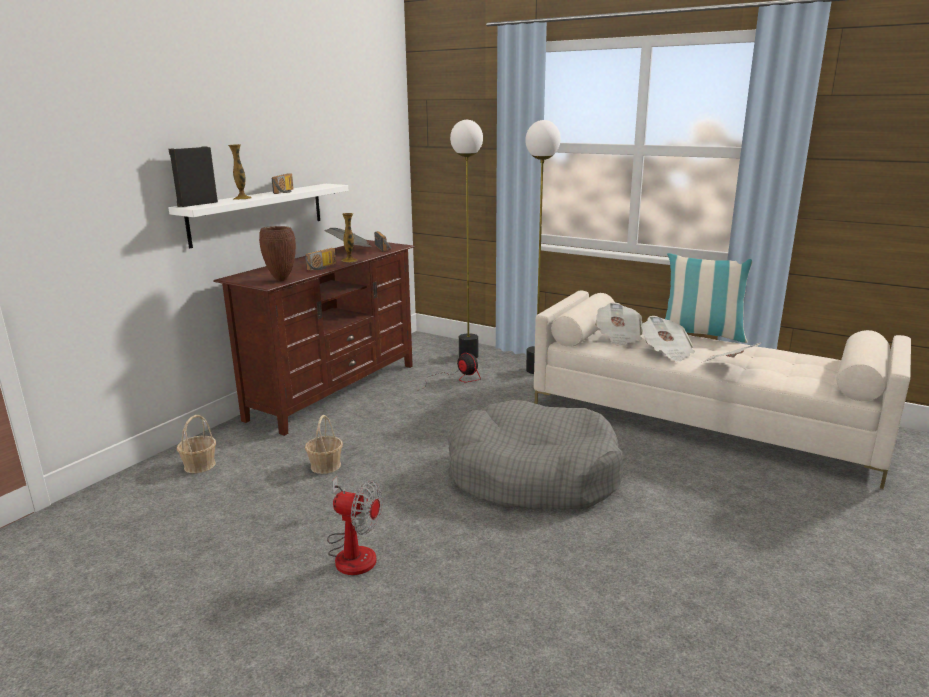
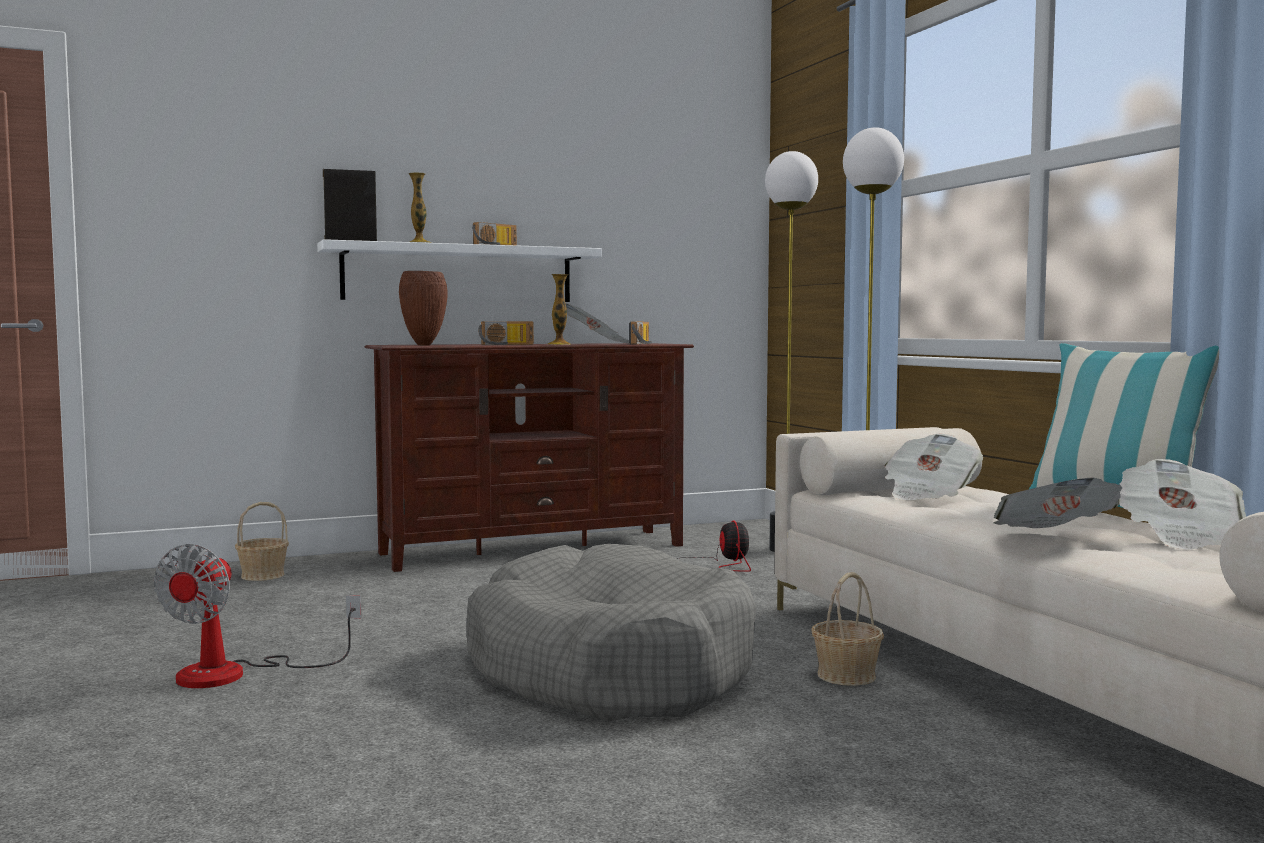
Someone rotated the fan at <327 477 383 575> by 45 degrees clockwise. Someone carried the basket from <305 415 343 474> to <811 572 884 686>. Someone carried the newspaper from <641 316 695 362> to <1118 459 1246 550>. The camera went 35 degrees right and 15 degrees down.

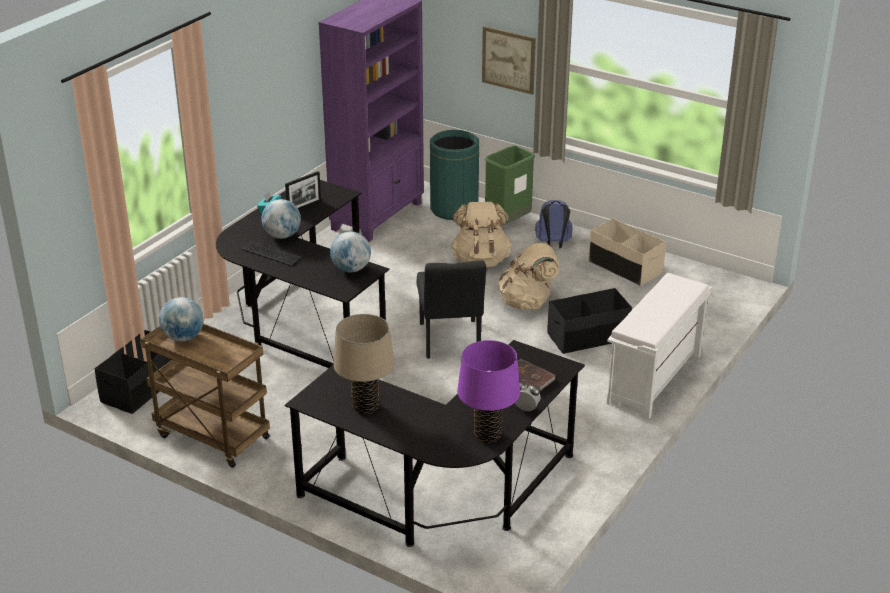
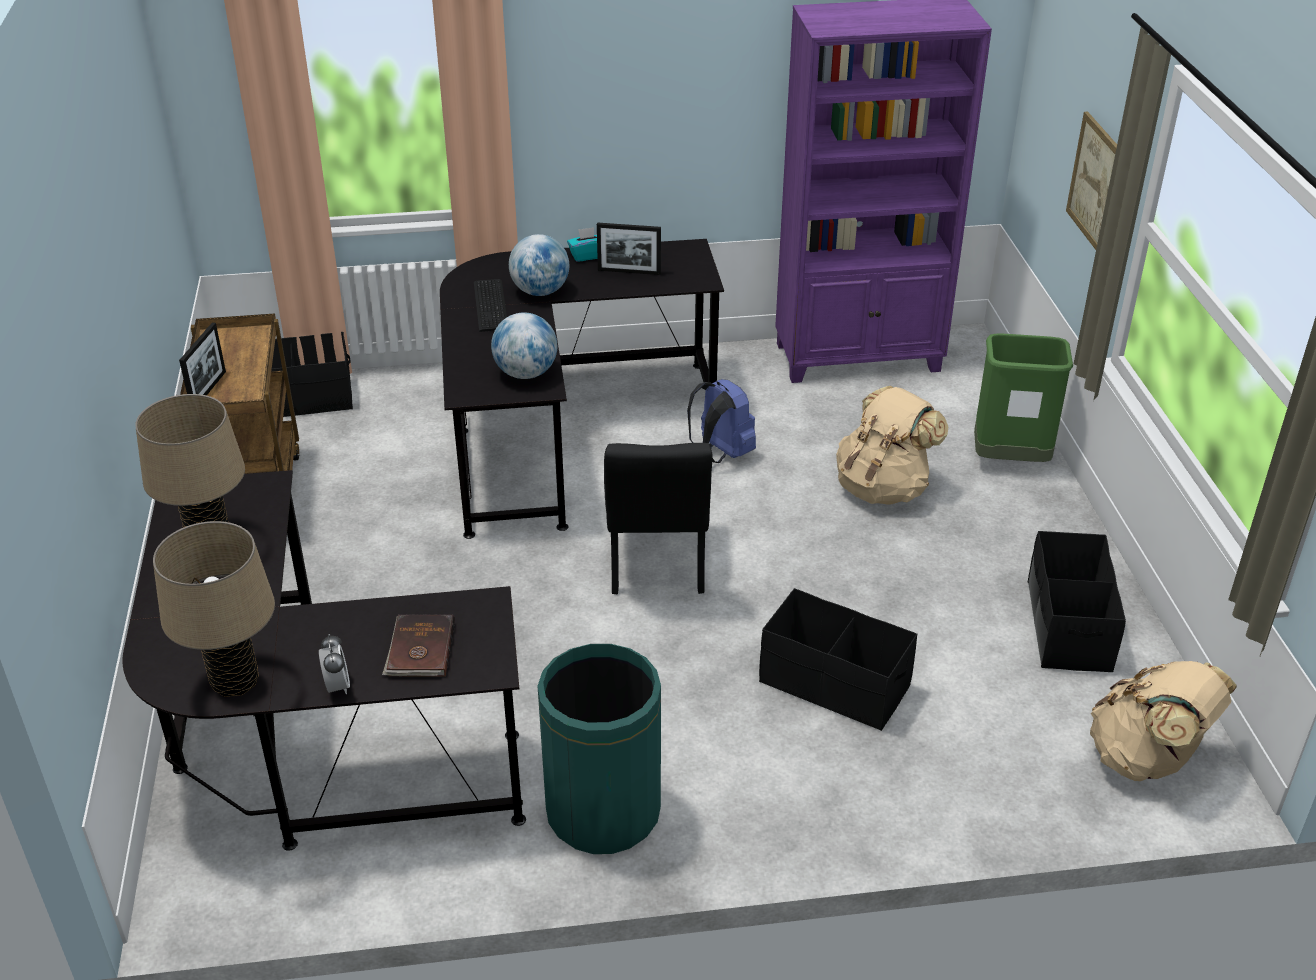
Someone repainted the purple table lamp at <457 340 520 443>, which became the beige table lamp at <153 521 275 697>. Someone put down the picture frame at <179 323 226 396>. Someone carried the green trash can from <430 130 479 220> to <538 644 661 854>. Someone rotated the black chair at <416 260 486 358> by 45 degrees counterclockwise. Someone carried the blue backpack from <535 200 573 248> to <687 379 756 463>. Someone repainted the beige storage box at <589 218 666 286>, which became the black storage box at <1028 531 1126 672>. Someone carried the beige backpack from <499 243 559 310> to <1090 661 1237 781>. Someone took away the globe at <159 297 204 342>. Someone took away the white bench at <607 273 712 419>. The camera went 50 degrees right and 5 degrees up.

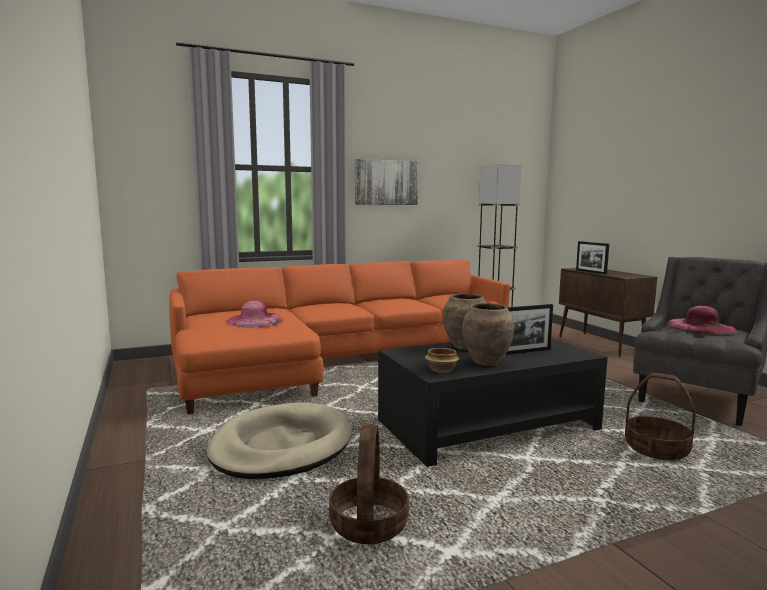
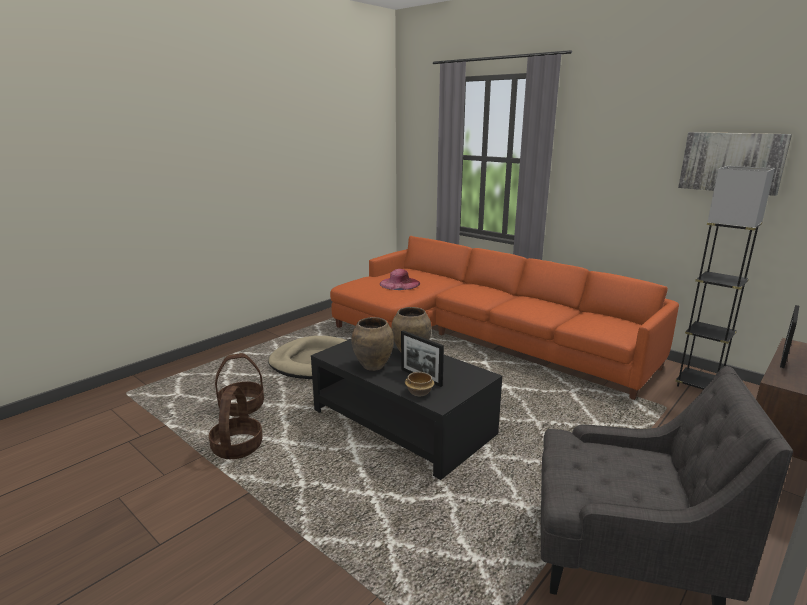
Someone carried the basket from <625 373 696 460> to <209 386 263 459>. Someone carried the bowl from <425 348 459 373> to <405 372 434 396>. Someone carried the picture from <355 159 419 205> to <678 132 792 196>. Someone took away the pink hat at <667 306 737 335>. The camera went 65 degrees right and 10 degrees up.

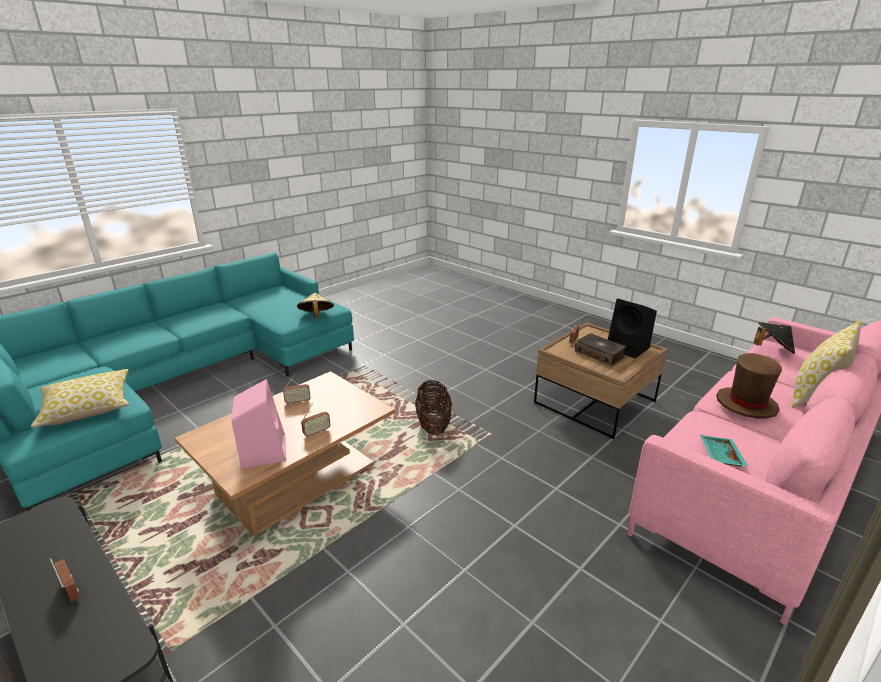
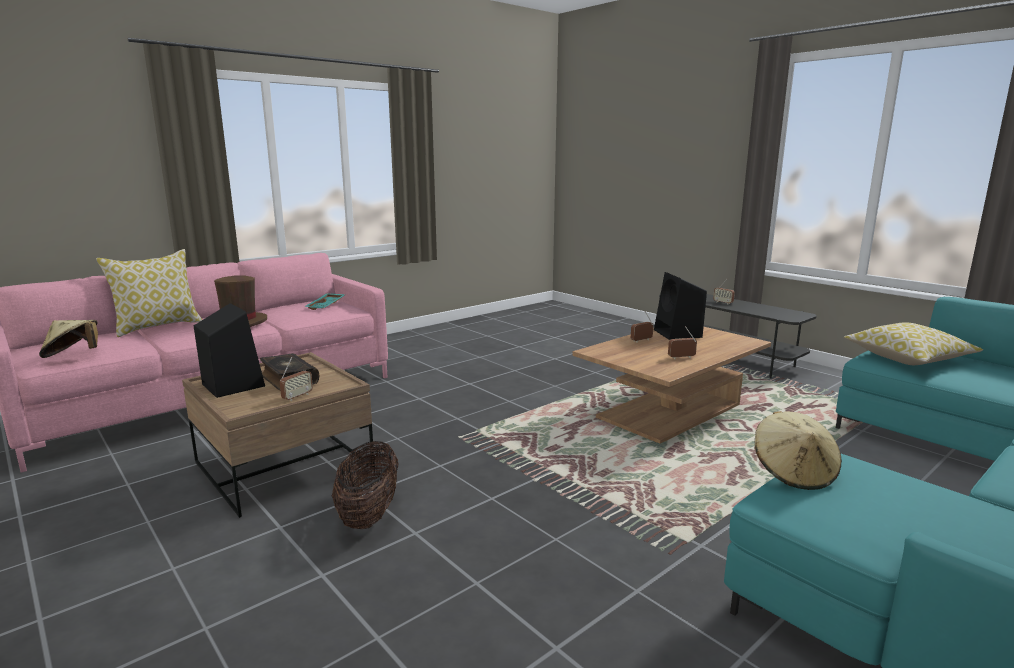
Someone repainted the black hat at <754 322 795 354>, which became the beige hat at <39 320 98 358>. Someone carried the basket from <415 380 452 435> to <332 441 399 529>. Someone repainted the pink speaker at <231 379 286 469>, which became the black speaker at <654 272 707 340>. The camera went 175 degrees left and 10 degrees down.

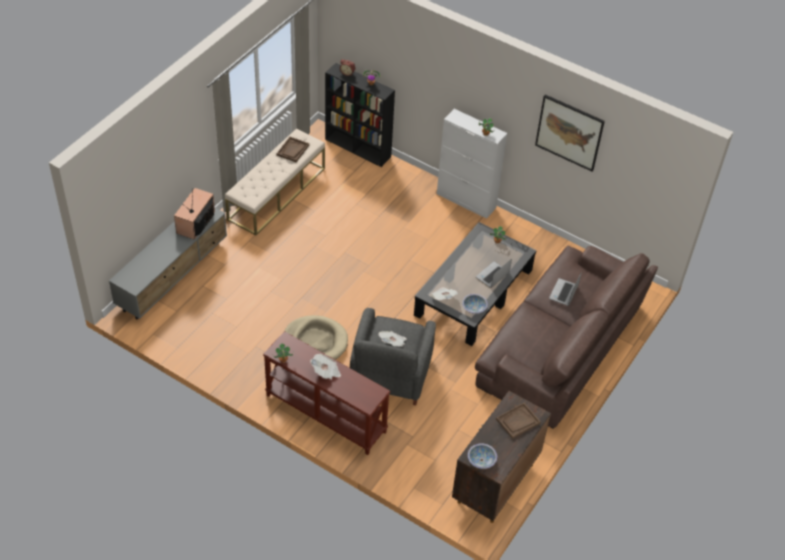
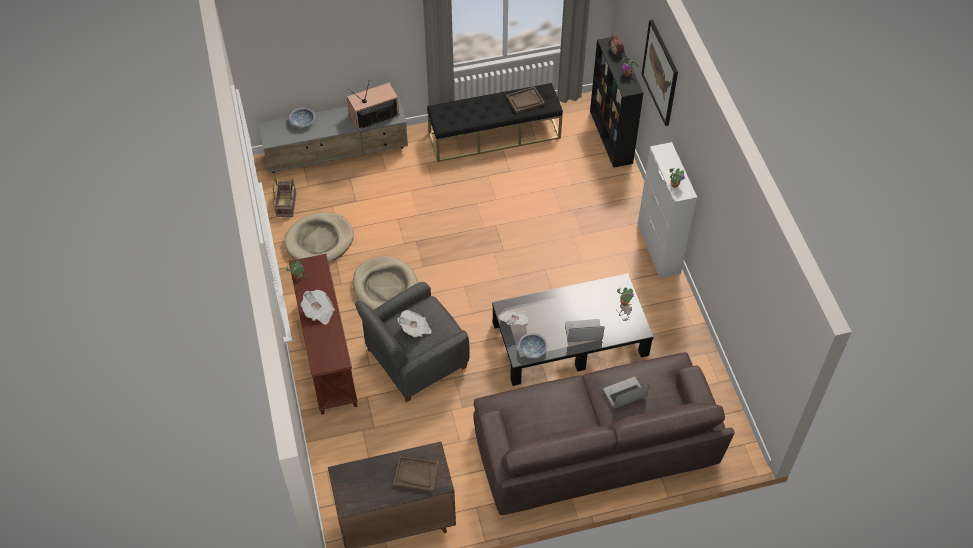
Someone put down the basket at <273 179 296 217>. Someone put down the beige dog bed at <284 212 354 263>. Someone carried the bowl from <468 443 497 469> to <289 108 315 127>. Someone repainted the beige bench at <225 129 325 235>, which became the black bench at <427 83 563 162>. Someone carried the picture from <535 95 605 171> to <642 20 678 126>. The camera went 45 degrees right and 5 degrees up.

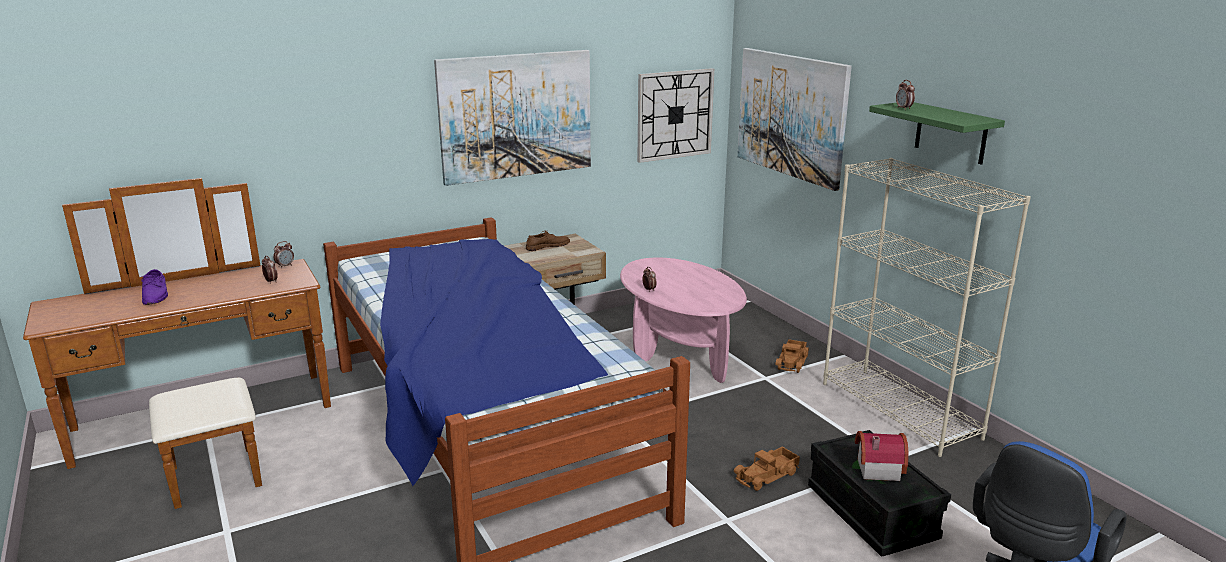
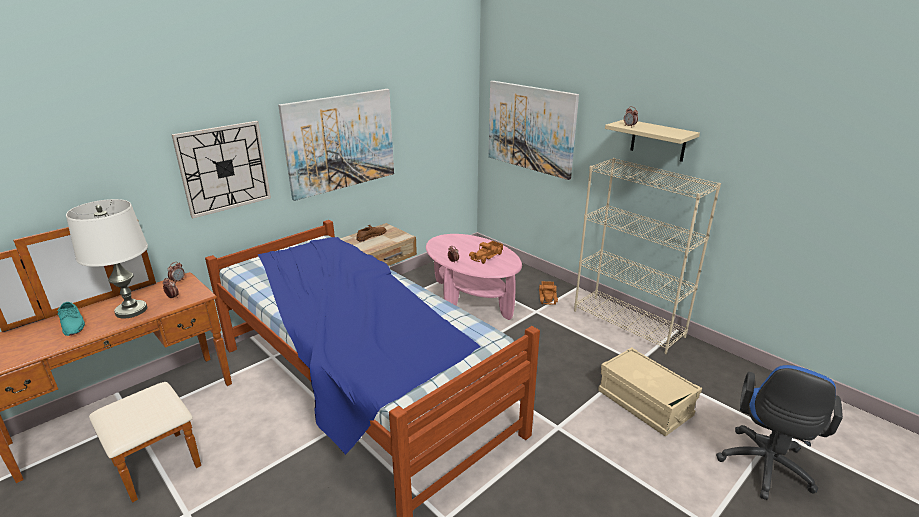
Someone repainted the purple shoe at <141 269 168 305>, which became the turquoise shoe at <57 302 85 336>. Someone put down the white table lamp at <66 199 148 319>. Someone carried the wall clock from <637 68 714 163> to <172 121 271 218>. Someone carried the toy truck from <734 446 800 491> to <469 241 503 264>. Someone repainted the black storage box at <808 430 951 557>, which became the beige storage box at <598 347 702 436>. Someone repainted the green shelf at <869 102 1005 164>, which became the beige shelf at <605 120 700 162>. Someone took away the toy house at <855 431 909 481>. The camera went 15 degrees left and 5 degrees up.

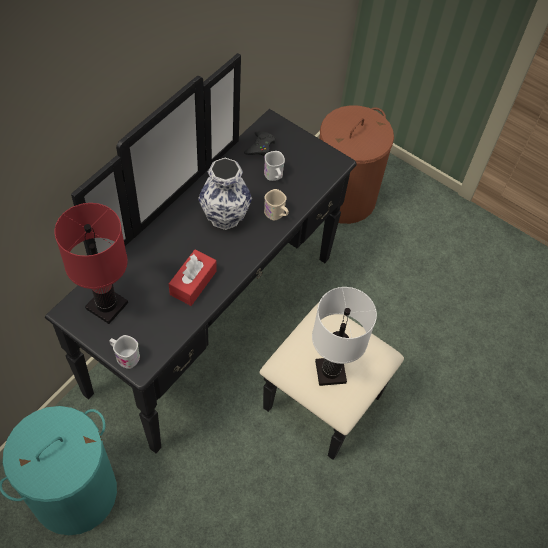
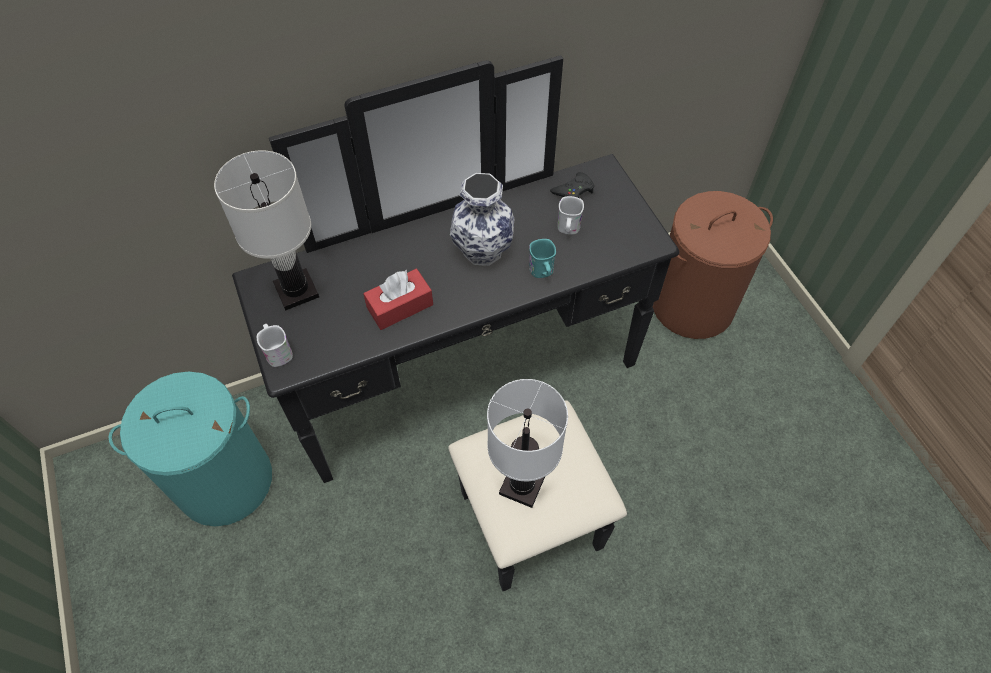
Someone repainted the red table lamp at <54 203 128 324>, which became the white table lamp at <214 150 319 310>. Someone repainted the beige mug at <264 189 289 221>, which became the turquoise mug at <529 239 556 278>. The camera went 35 degrees right and 0 degrees up.

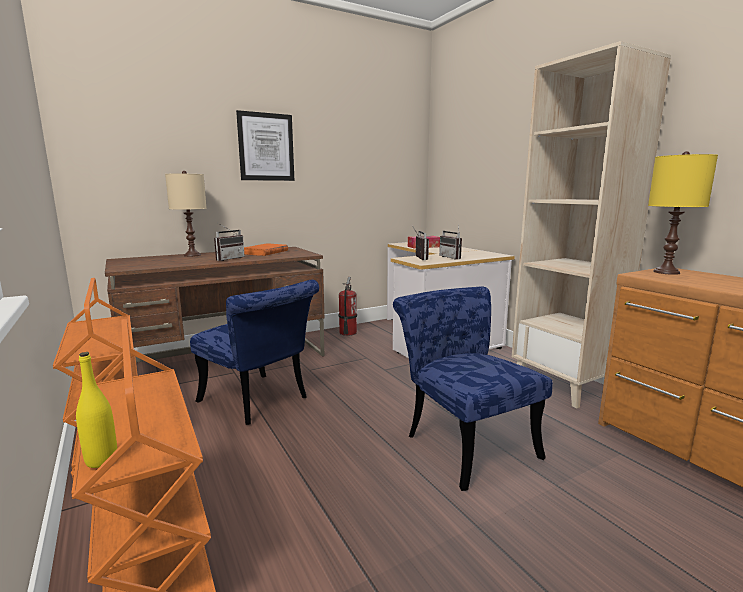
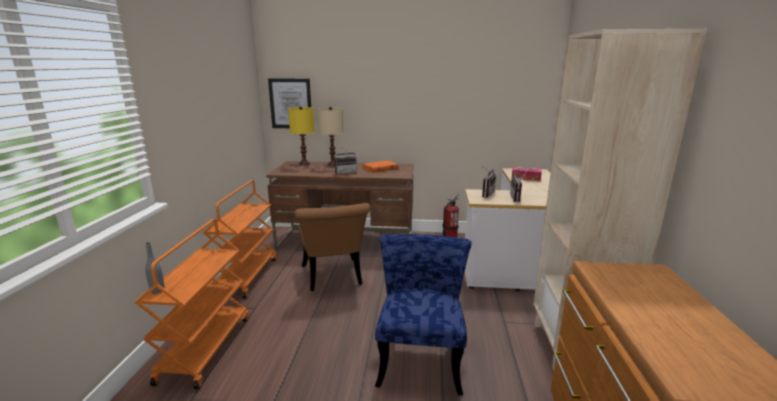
Someone repainted the yellow bottle at <76 352 117 468>, which became the grey bottle at <145 242 165 293>. Someone carried the picture from <236 110 294 181> to <268 78 311 128>. Someone carried the yellow table lamp from <648 151 718 275> to <288 106 315 165>. Someone repainted the blue chair at <190 280 319 425>, which became the brown chair at <295 203 370 291>. The camera went 35 degrees right and 5 degrees up.

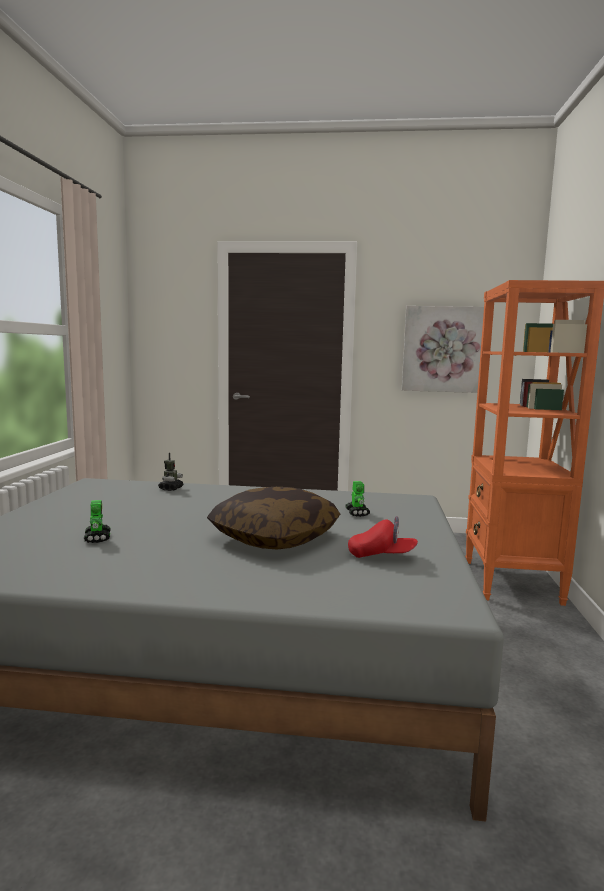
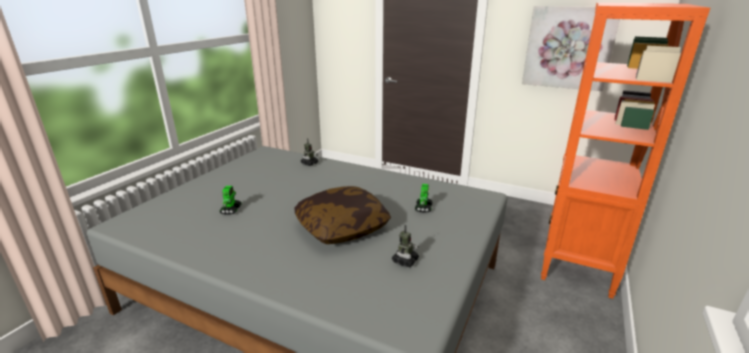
Someone swapped the red cap at <348 516 418 558> for the toy robot at <392 225 419 267>. The camera went 20 degrees right and 15 degrees up.

